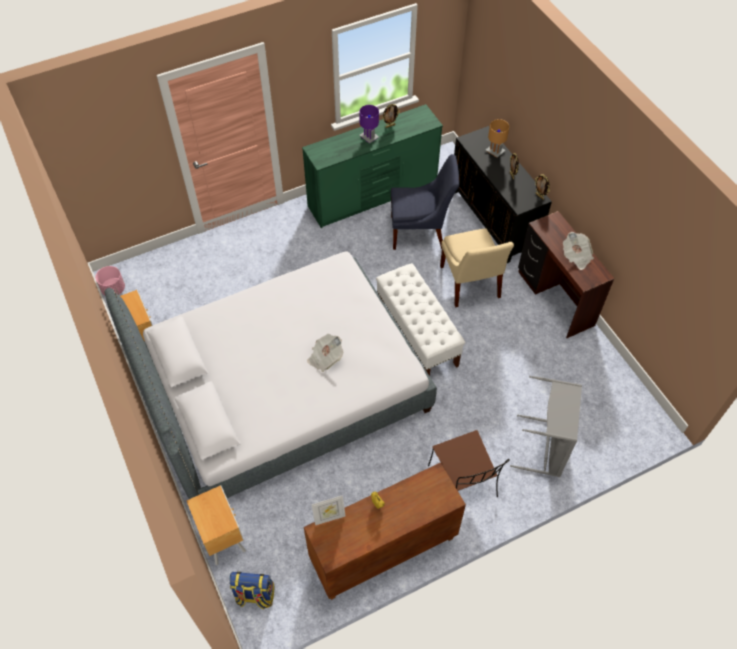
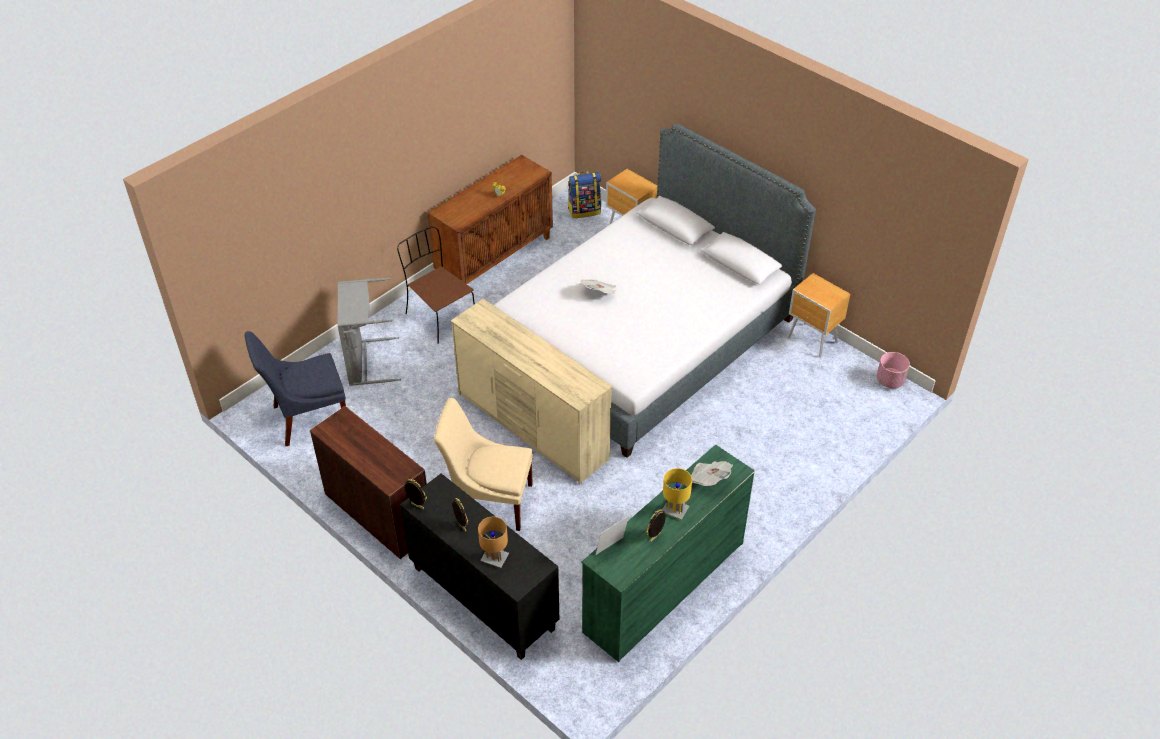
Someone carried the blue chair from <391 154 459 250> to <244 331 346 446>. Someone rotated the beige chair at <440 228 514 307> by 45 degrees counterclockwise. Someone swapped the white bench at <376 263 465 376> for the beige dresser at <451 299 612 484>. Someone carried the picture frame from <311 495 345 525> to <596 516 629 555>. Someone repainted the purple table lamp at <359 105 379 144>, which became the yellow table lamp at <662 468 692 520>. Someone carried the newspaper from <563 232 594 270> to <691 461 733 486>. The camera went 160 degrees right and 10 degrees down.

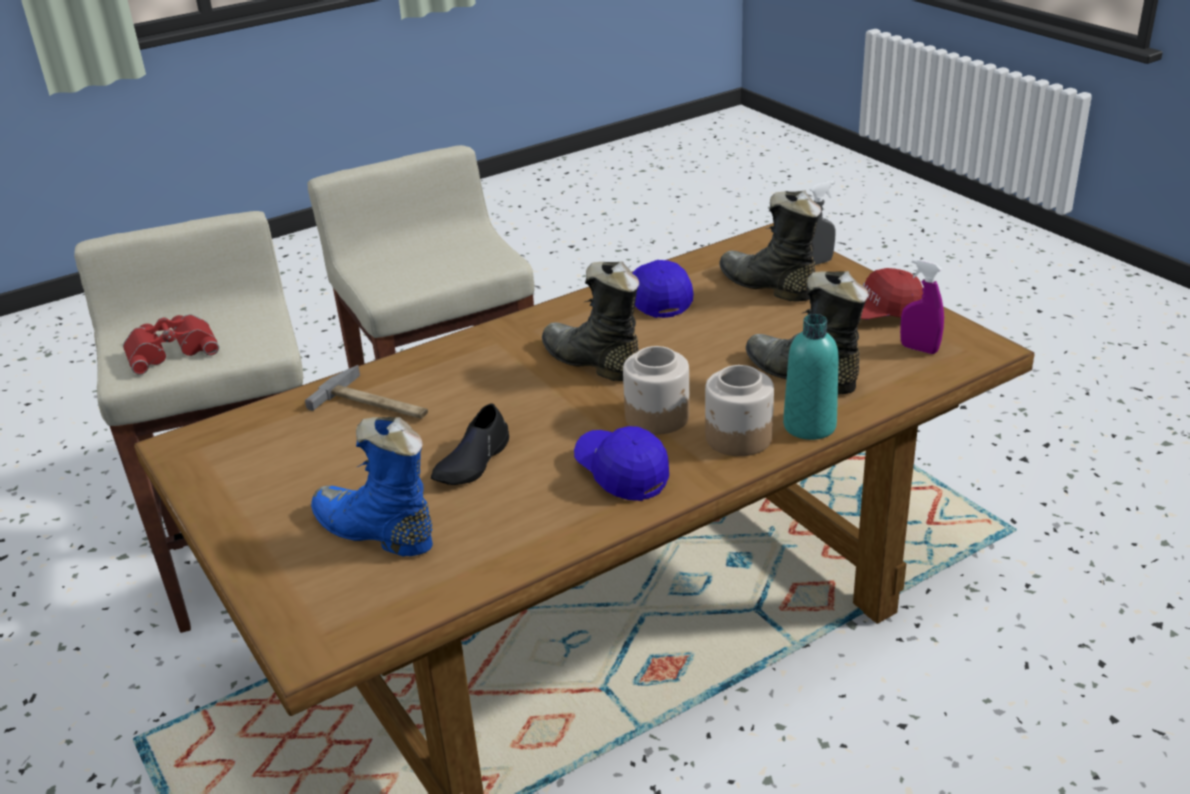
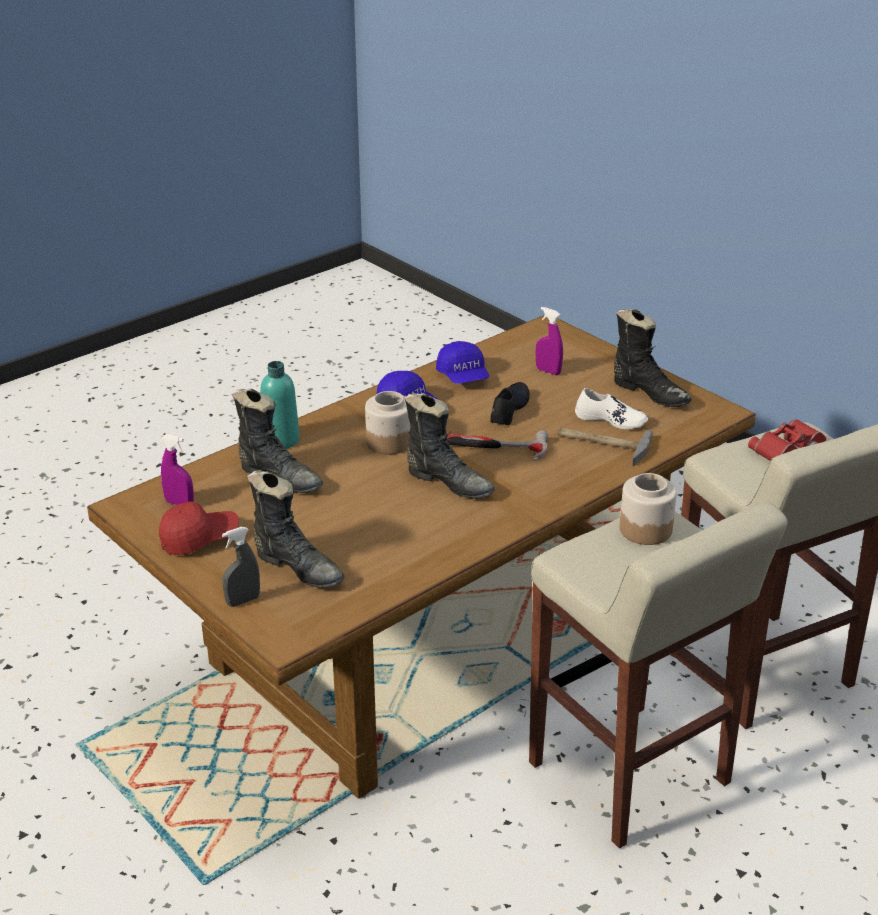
Someone carried the blue cap from <632 260 694 318> to <436 341 489 384>. Someone put down the hammer at <446 430 549 461>. Someone swapped the blue boot at <311 417 433 557> for the purple spray bottle at <536 307 563 375>. Someone put down the white shoe at <575 388 648 429>. Someone put down the black boot at <614 309 692 407>. Someone carried the jar from <705 365 774 456> to <620 473 677 545>. The camera went 170 degrees right and 0 degrees up.

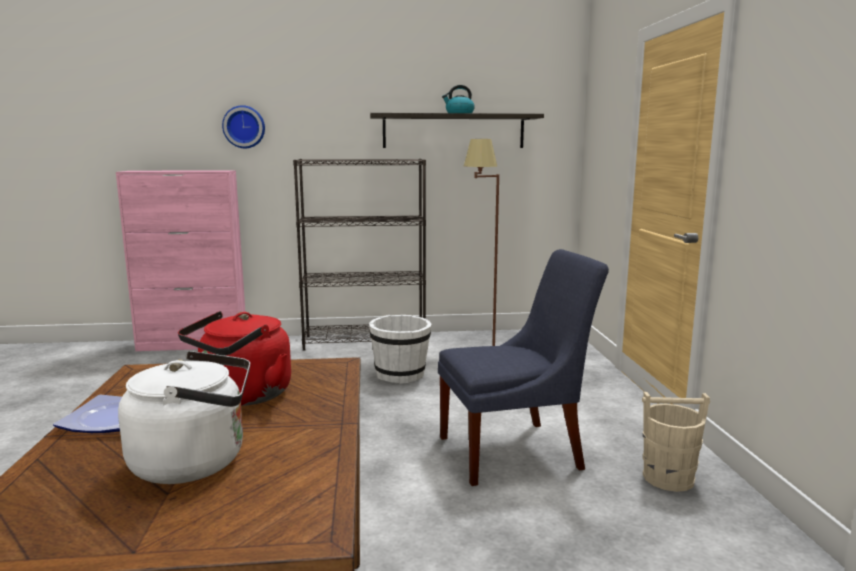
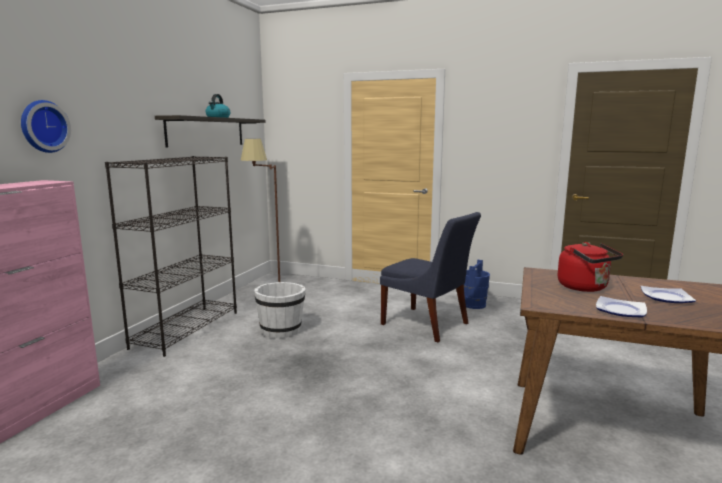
Someone rotated the blue chair at <438 249 609 486> by 120 degrees clockwise. Someone repainted the beige bucket at <642 392 710 492>, which became the blue bucket at <464 260 490 309>. Someone swapped the white kettle at <118 351 250 484> for the plate at <640 286 696 303>. The camera went 65 degrees left and 0 degrees up.

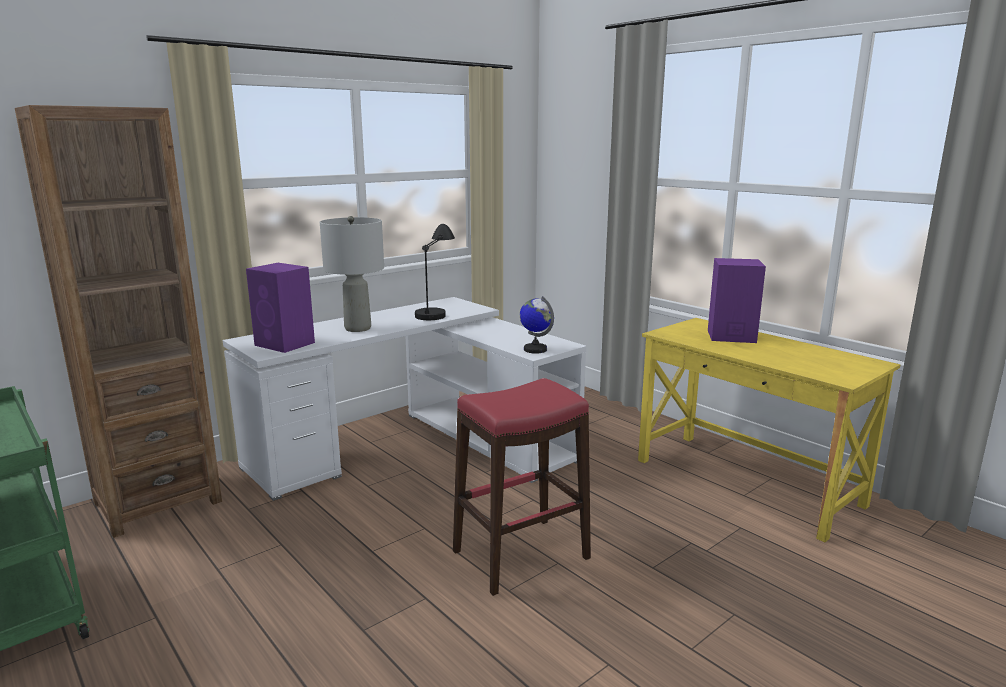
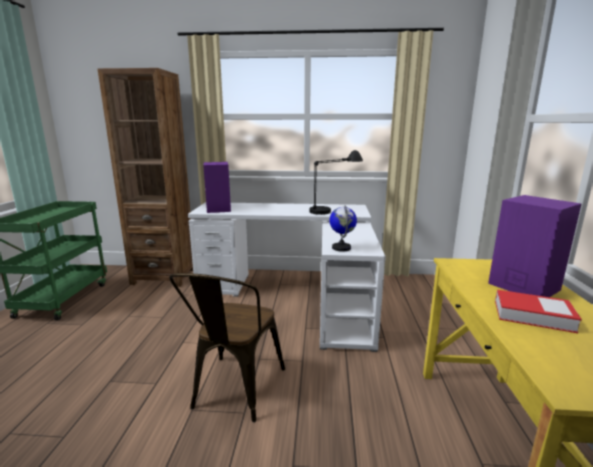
Someone swapped the red stool at <453 378 591 596> for the brown chair at <169 273 285 422>. Someone put down the book at <495 290 582 333>. Someone took away the grey table lamp at <320 216 384 332>. The camera went 45 degrees right and 0 degrees up.

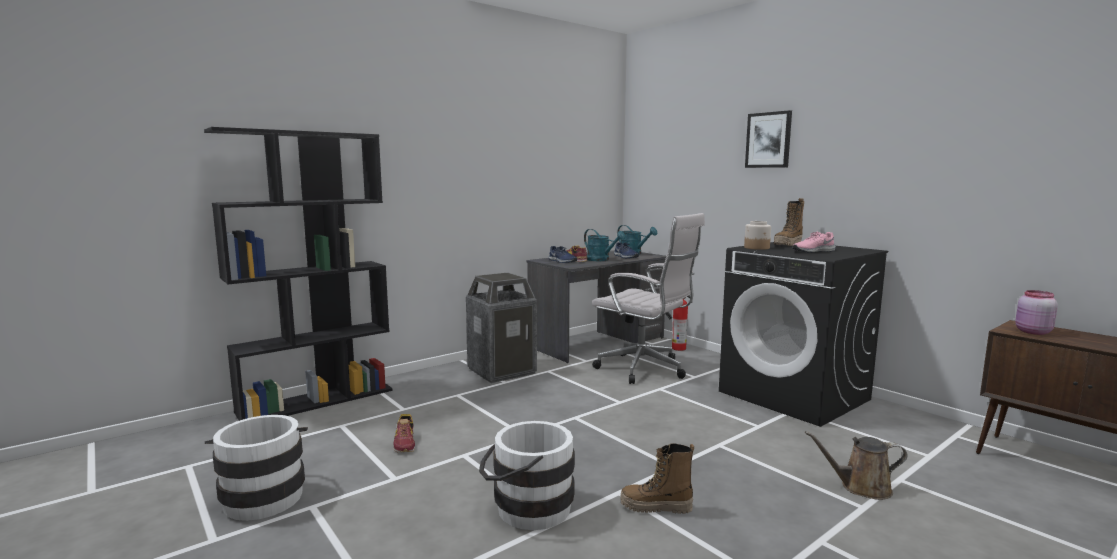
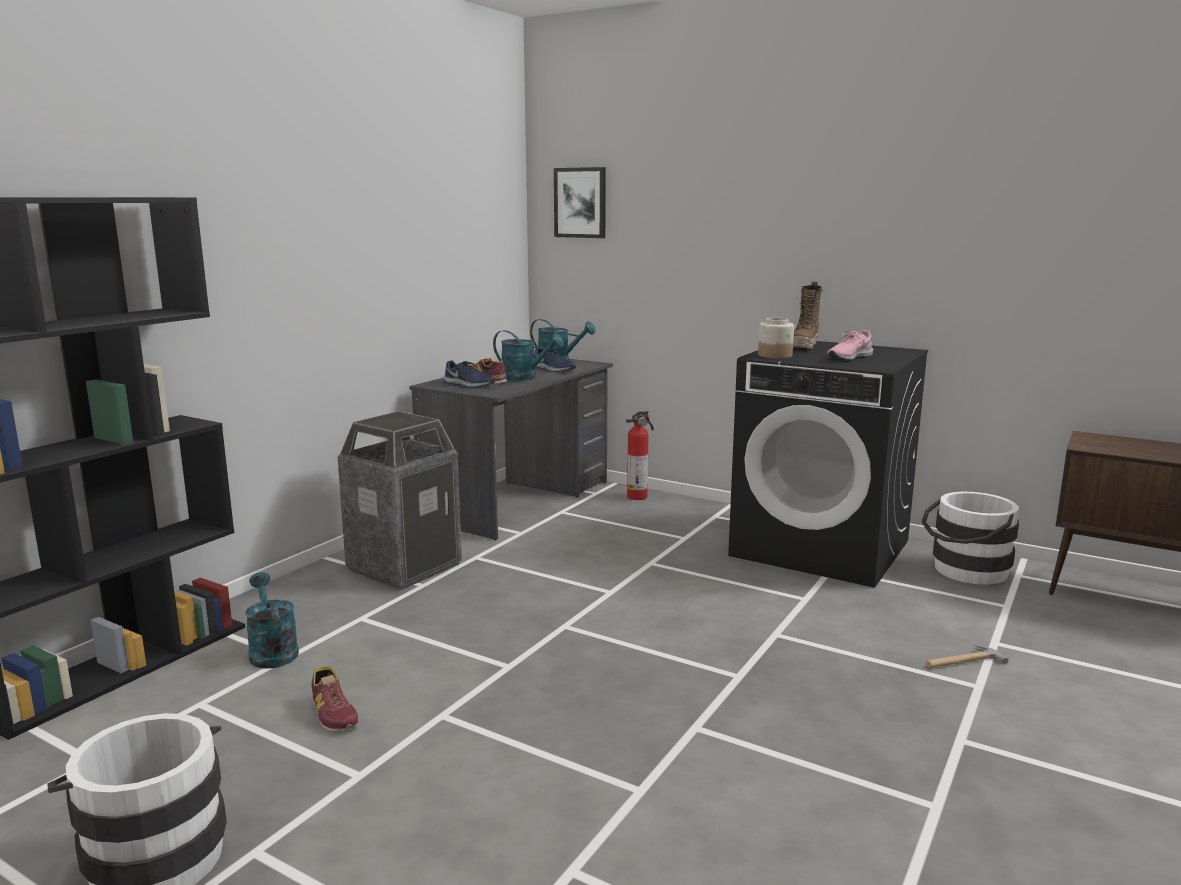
Someone put down the turquoise watering can at <245 572 299 669>. Someone carried the picture from <745 110 792 168> to <554 167 606 238>. Someone carried the white bucket from <479 421 575 530> to <922 492 1019 585>. Someone swapped the brown watering can at <805 431 908 500> for the hammer at <926 645 1008 668>. Someone took away the white office chair at <592 213 705 384>. Someone took away the boot at <620 443 694 514>. Someone took away the pink jar at <1015 290 1058 335>. The camera went 20 degrees left and 5 degrees up.

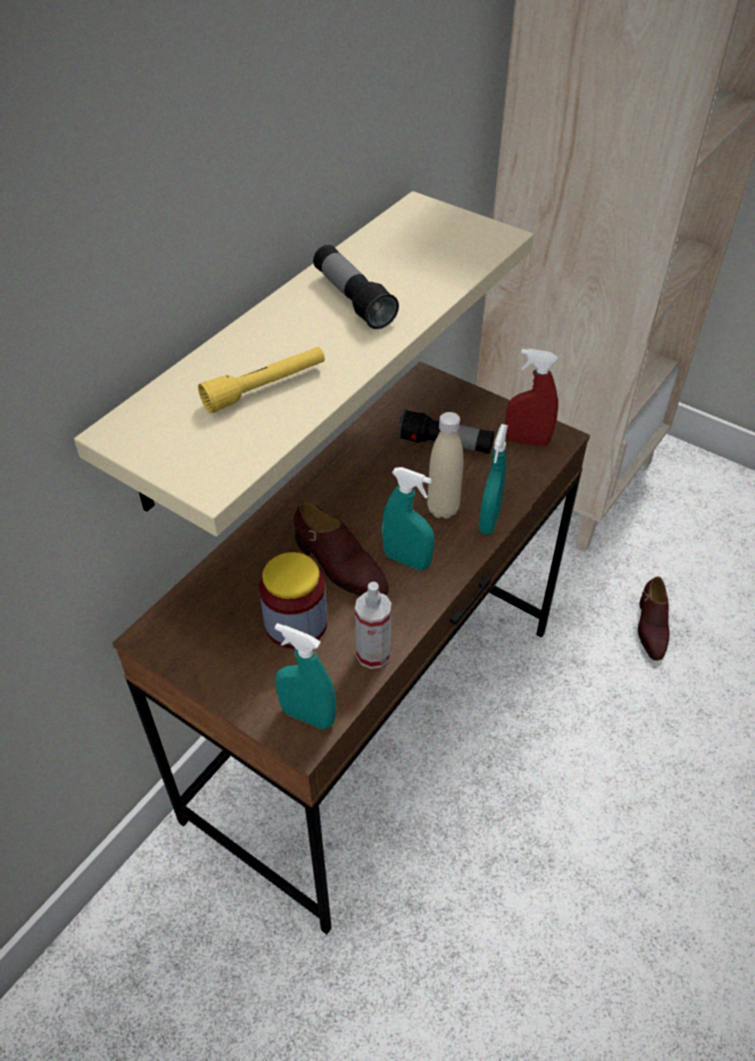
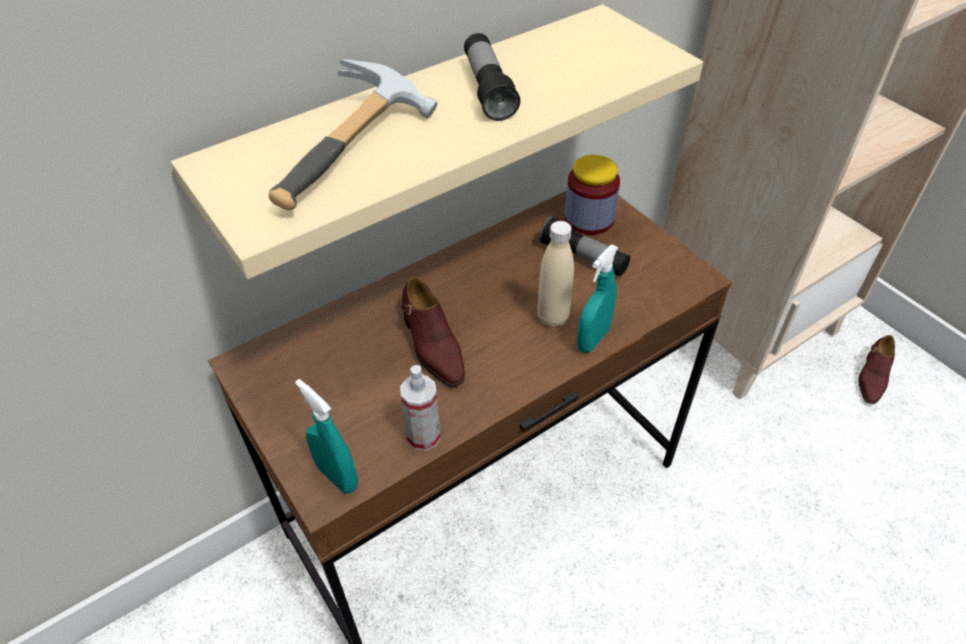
Someone swapped the yellow flashlight at <198 347 325 414> for the hammer at <269 59 438 210>. Someone carried the jar from <259 552 327 649> to <565 155 620 235>. Someone carried the brown shoe from <638 576 670 661> to <858 335 895 404>. Someone took away the turquoise spray bottle at <382 467 434 570>. Someone took away the red spray bottle at <505 349 558 446>. The camera went 20 degrees right and 0 degrees up.

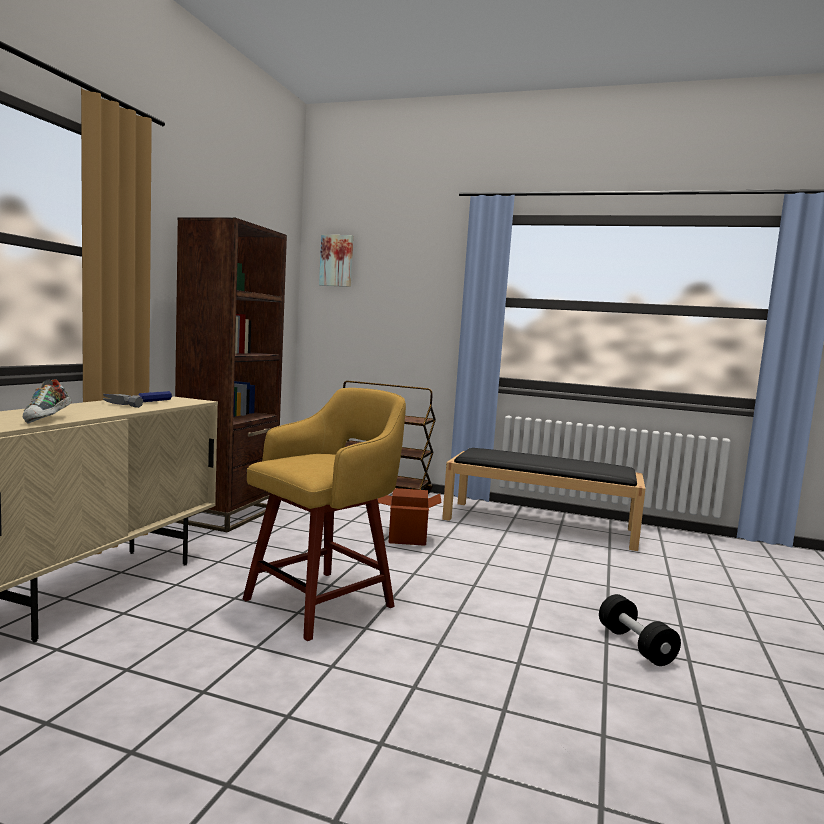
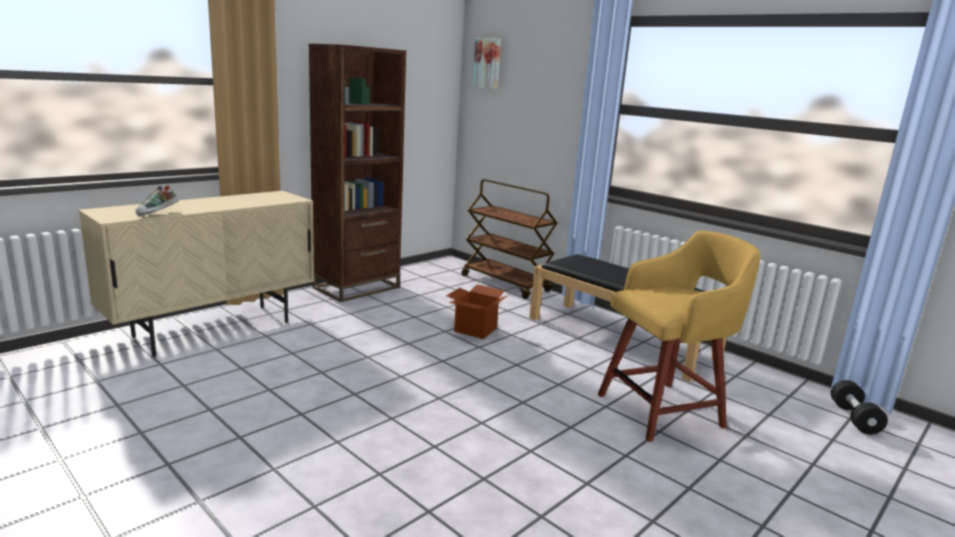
Someone carried the yellow stool from <243 388 406 641> to <598 230 761 442>. Someone carried the black dumbbell from <599 594 681 666> to <831 380 888 435>. Someone took away the hammer at <103 391 172 408>. The camera went 25 degrees right and 10 degrees up.

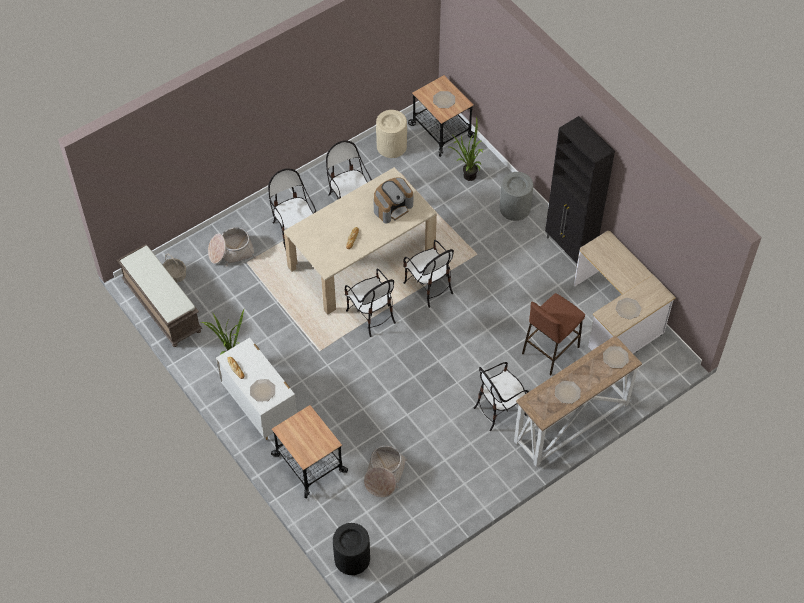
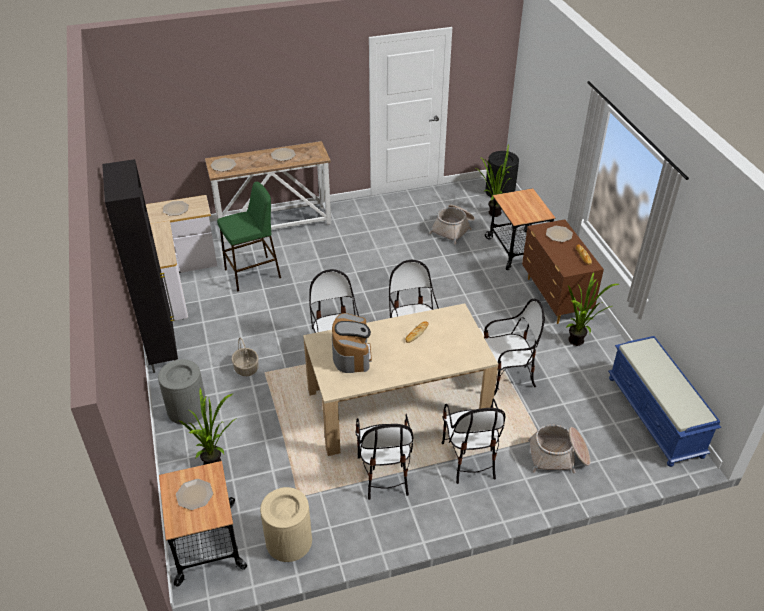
Someone repainted the brown stool at <522 293 585 375>, which became the green stool at <217 182 281 292>. Someone carried the basket from <163 254 186 283> to <231 337 259 376>. Someone rotated the coffee machine at <373 177 413 223> by 105 degrees clockwise. Someone put down the potted plant at <476 144 512 217>. Someone carried the chair from <473 362 529 431> to <484 299 545 396>. Someone repainted the white dresser at <216 338 297 440>, which became the brown dresser at <522 219 604 324>. Someone repainted the brown bench at <117 244 202 347>, which became the blue bench at <608 336 721 467>. The camera went 160 degrees left and 15 degrees down.

